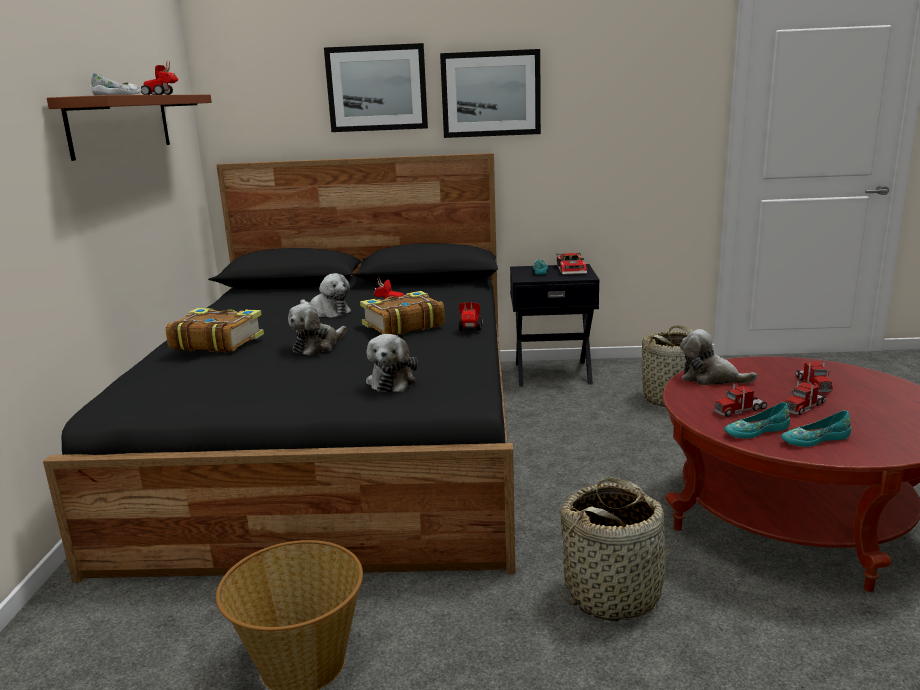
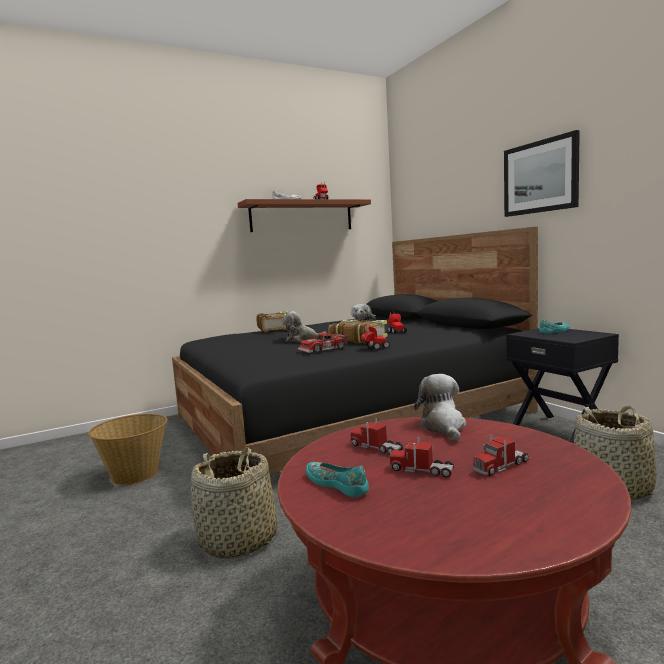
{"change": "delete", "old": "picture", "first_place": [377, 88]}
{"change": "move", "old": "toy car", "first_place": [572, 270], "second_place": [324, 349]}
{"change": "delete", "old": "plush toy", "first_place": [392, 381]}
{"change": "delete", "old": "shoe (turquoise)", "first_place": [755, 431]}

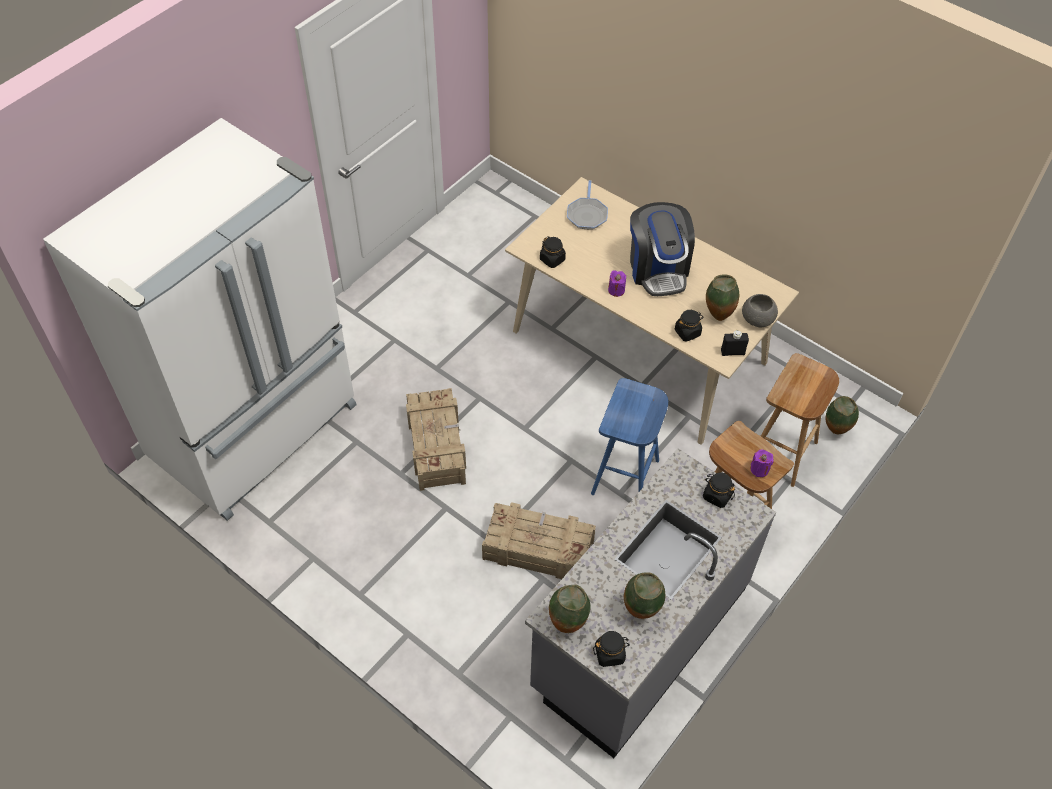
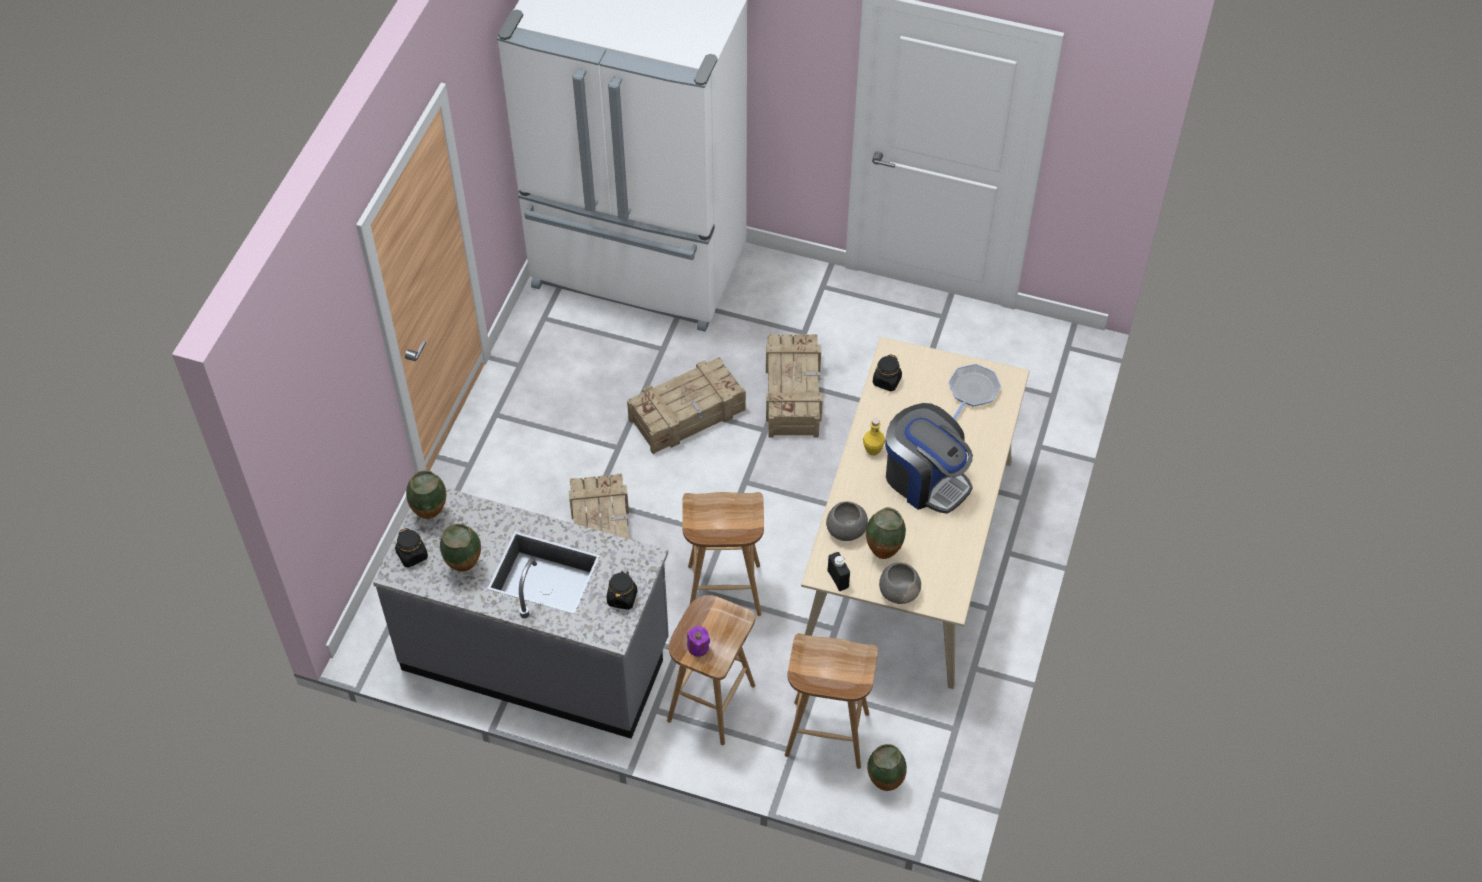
{"change": "rotate", "old": "frying pan", "first_place": [587, 214], "second_place": [972, 392], "degrees": 135}
{"change": "rotate", "old": "coffee machine", "first_place": [658, 269], "second_place": [925, 479], "degrees": -105}
{"change": "replace", "old": "candle (purple)", "new": "bottle (yellow)", "first_place": [616, 290], "second_place": [873, 450]}
{"change": "replace", "old": "jar (black)", "new": "bowl (grey)", "first_place": [687, 332], "second_place": [845, 530]}
{"change": "recolor", "old": "stool (blue)", "new": "stool (brown)", "first_place": [625, 478], "second_place": [723, 591]}
{"change": "insert", "new": "crate", "second_place": [793, 394]}

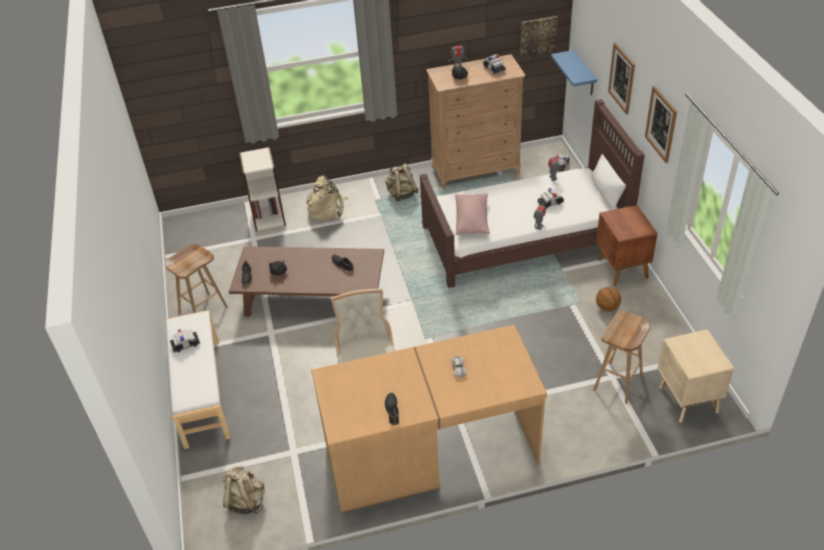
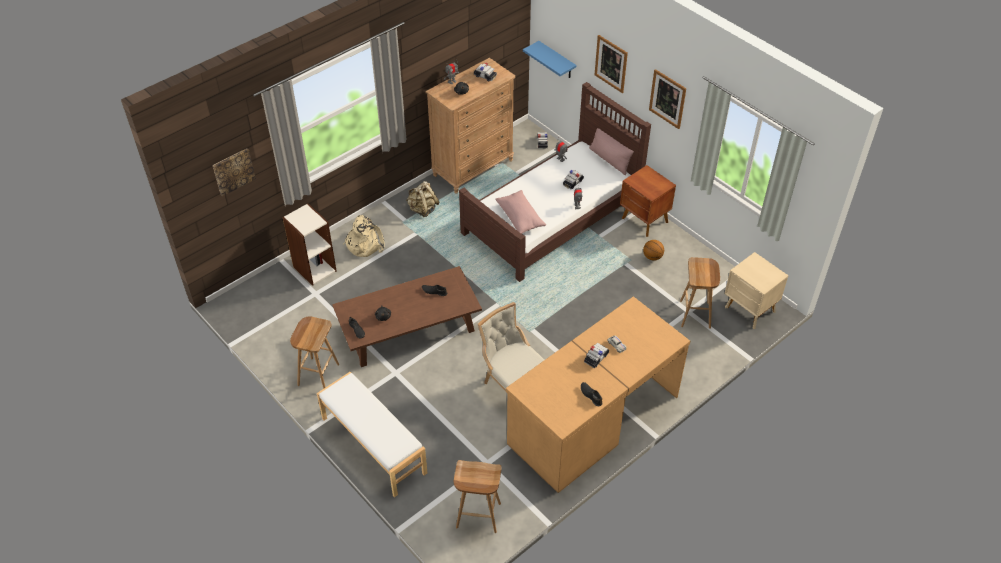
{"change": "move", "old": "picture", "first_place": [538, 35], "second_place": [233, 171]}
{"change": "recolor", "old": "pillow (white)", "new": "pillow (pink)", "first_place": [606, 192], "second_place": [609, 160]}
{"change": "move", "old": "toy car", "first_place": [186, 344], "second_place": [596, 358]}
{"change": "replace", "old": "backpack (beige)", "new": "stool (brown)", "first_place": [246, 501], "second_place": [477, 516]}

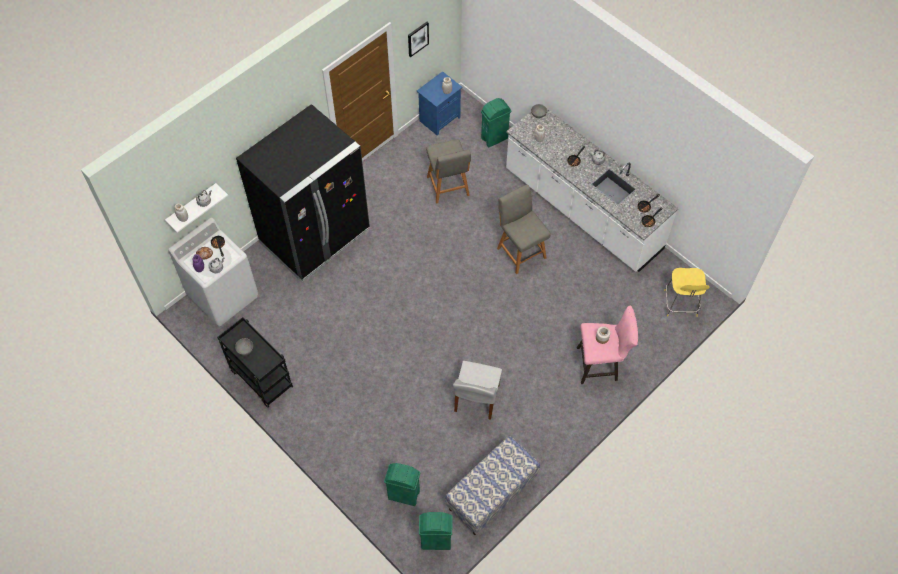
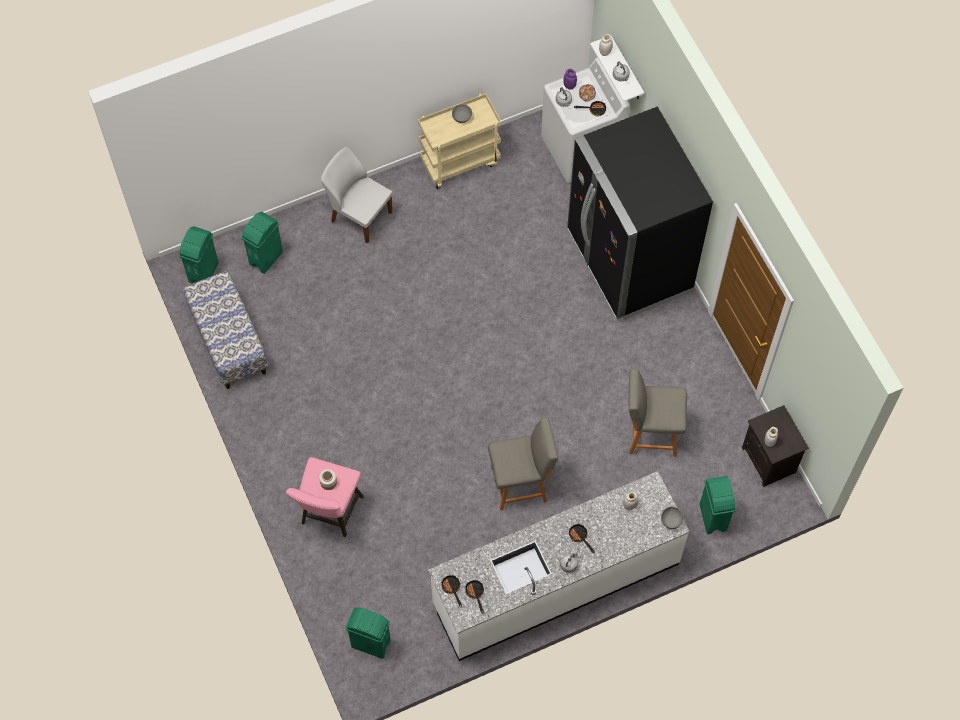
{"change": "delete", "old": "picture", "first_place": [417, 38]}
{"change": "recolor", "old": "nightstand (blue)", "new": "nightstand (black)", "first_place": [439, 118], "second_place": [770, 460]}
{"change": "replace", "old": "stool (yellow)", "new": "trash can (green)", "first_place": [680, 304], "second_place": [370, 643]}
{"change": "recolor", "old": "cart (black)", "new": "cart (beige)", "first_place": [260, 378], "second_place": [460, 161]}
{"change": "move", "old": "chair (white)", "first_place": [476, 399], "second_place": [360, 216]}

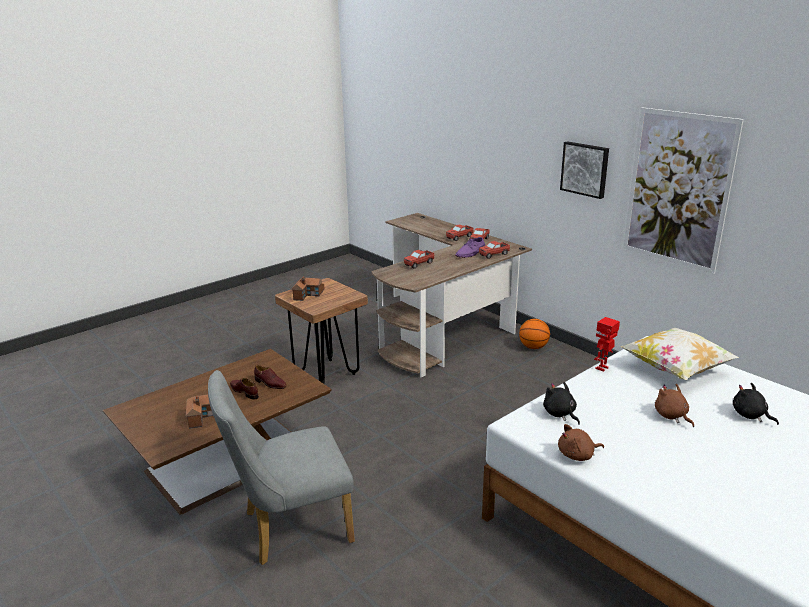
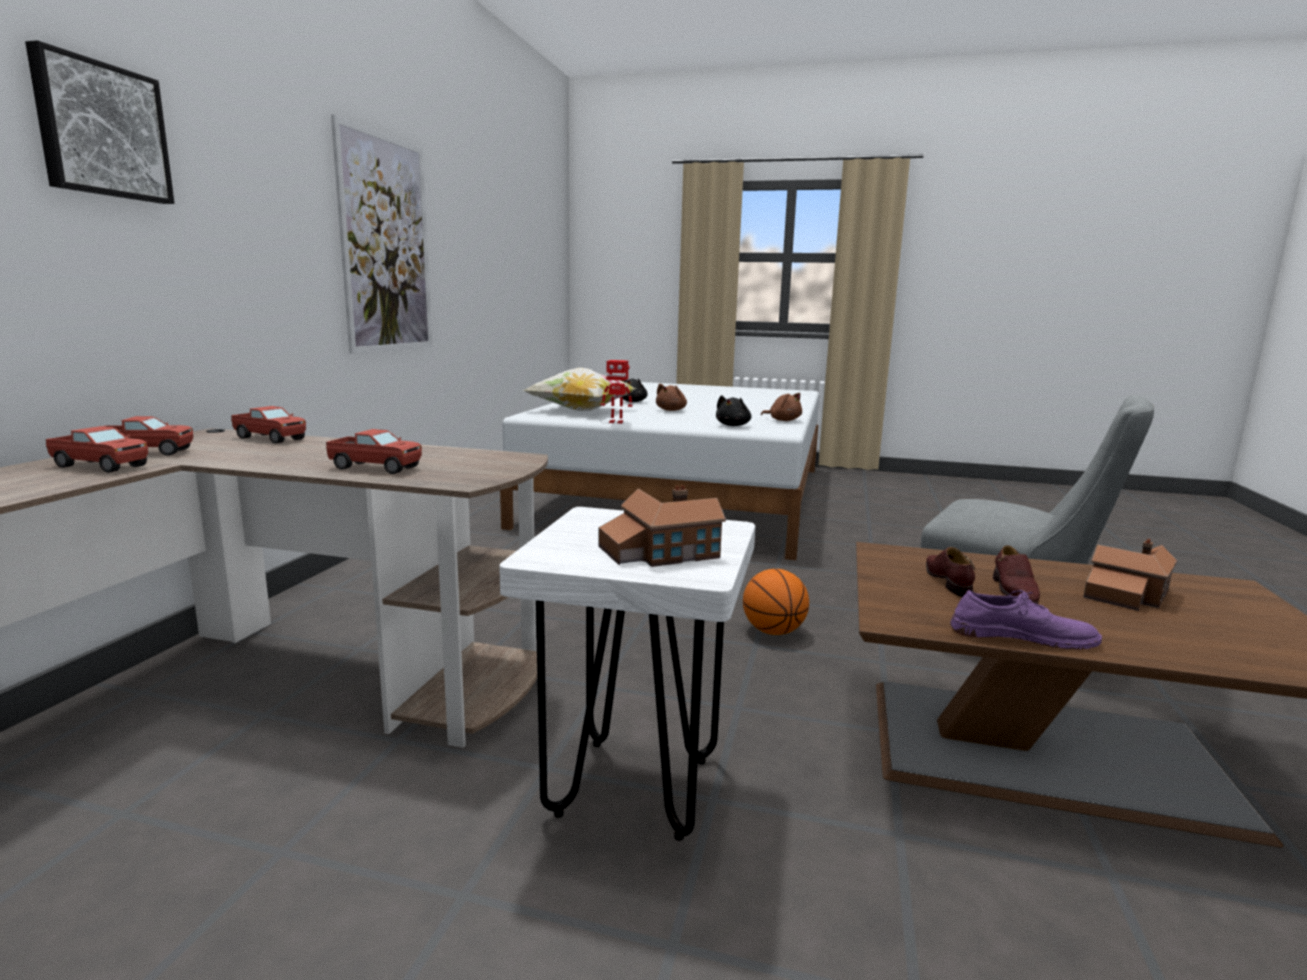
{"change": "move", "old": "picture", "first_place": [585, 169], "second_place": [101, 130]}
{"change": "move", "old": "shoe (purple)", "first_place": [470, 253], "second_place": [1022, 635]}
{"change": "recolor", "old": "stool (brown)", "new": "stool (white)", "first_place": [326, 373], "second_place": [634, 787]}
{"change": "move", "old": "basketball", "first_place": [533, 347], "second_place": [773, 631]}

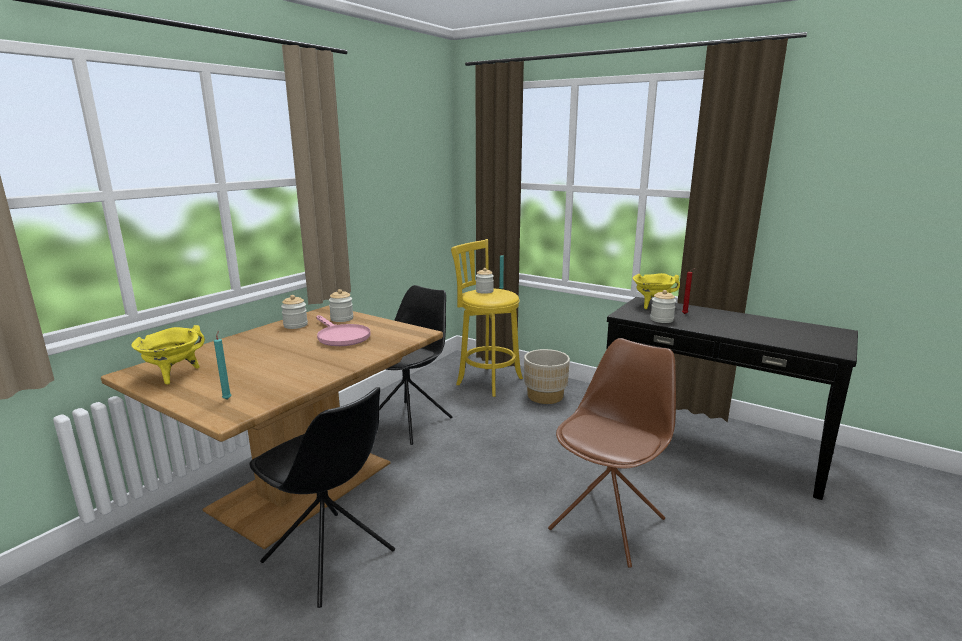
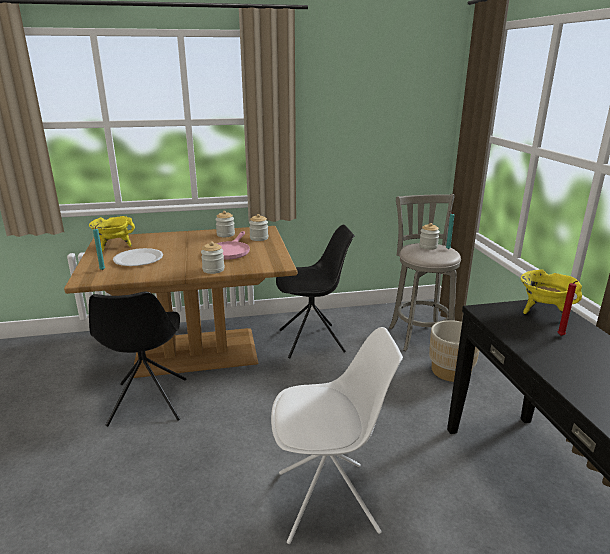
{"change": "recolor", "old": "stool (yellow)", "new": "stool (grey)", "first_place": [486, 380], "second_place": [420, 334]}
{"change": "move", "old": "jar", "first_place": [661, 319], "second_place": [213, 269]}
{"change": "recolor", "old": "chair (brown)", "new": "chair (white)", "first_place": [608, 523], "second_place": [329, 501]}
{"change": "insert", "new": "plate (white)", "second_place": [138, 259]}

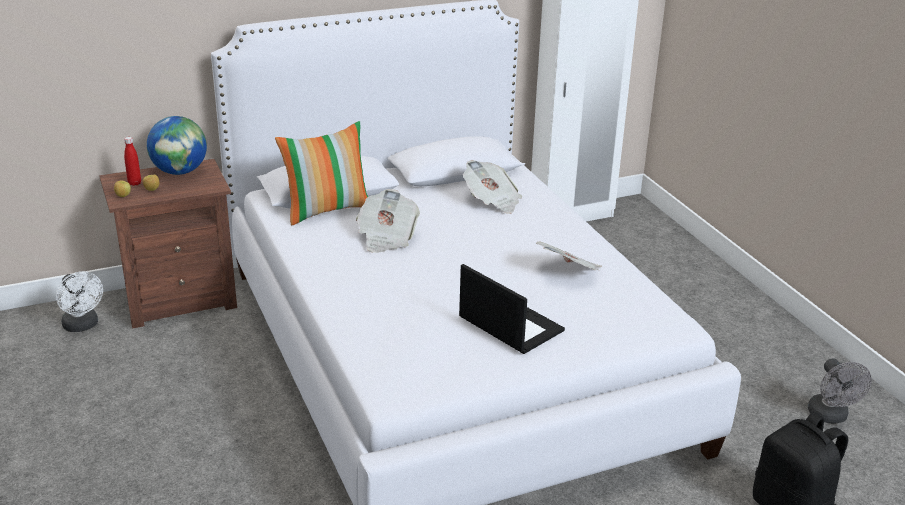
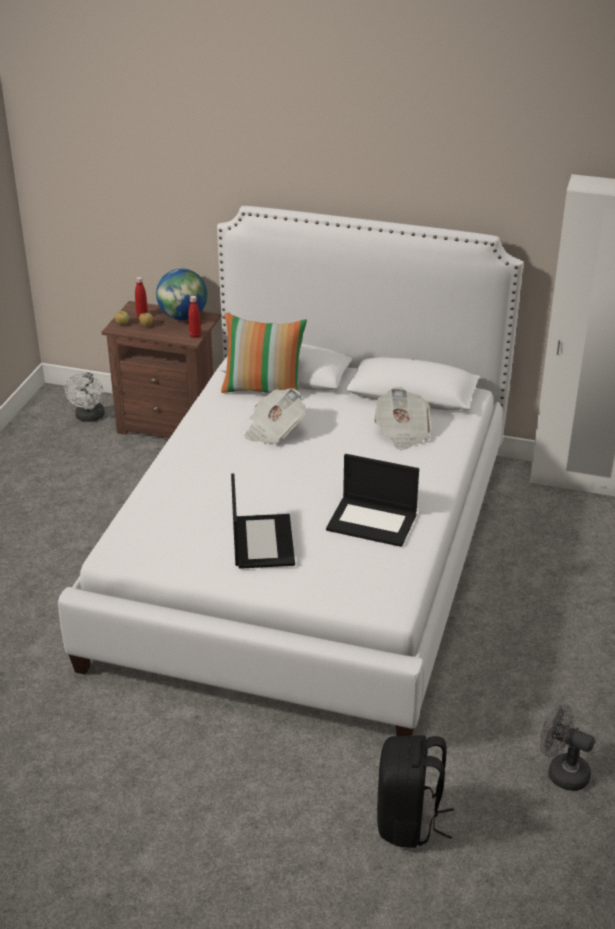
{"change": "replace", "old": "newspaper", "new": "laptop", "first_place": [570, 272], "second_place": [373, 521]}
{"change": "rotate", "old": "fan (grey)", "first_place": [830, 417], "second_place": [561, 772], "degrees": 90}
{"change": "insert", "new": "bottle (red)", "second_place": [195, 335]}

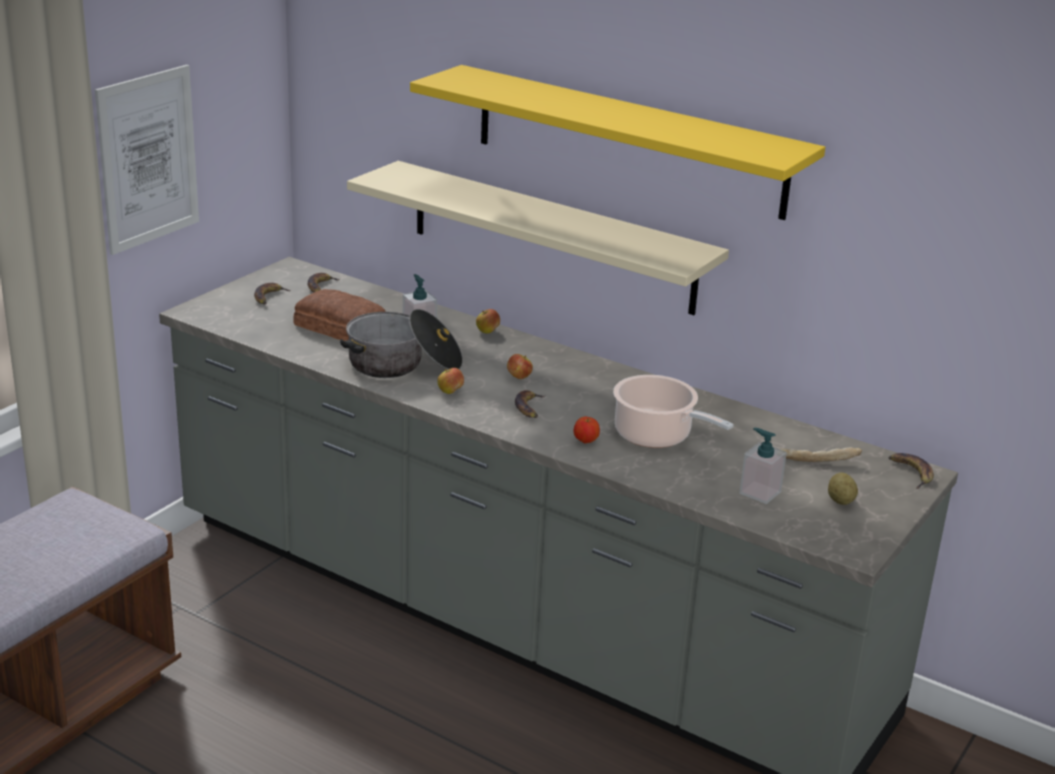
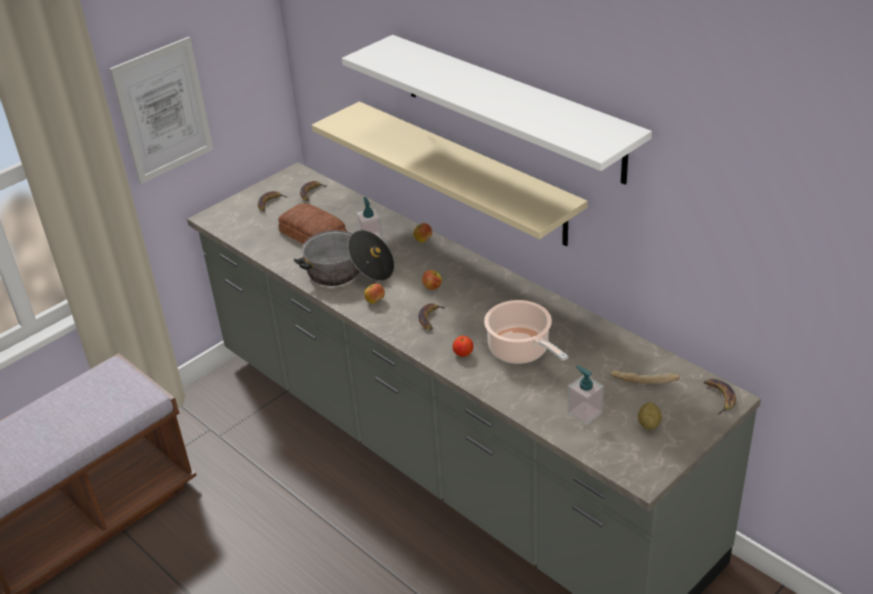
{"change": "recolor", "old": "shelf (yellow)", "new": "shelf (white)", "first_place": [628, 141], "second_place": [510, 107]}

